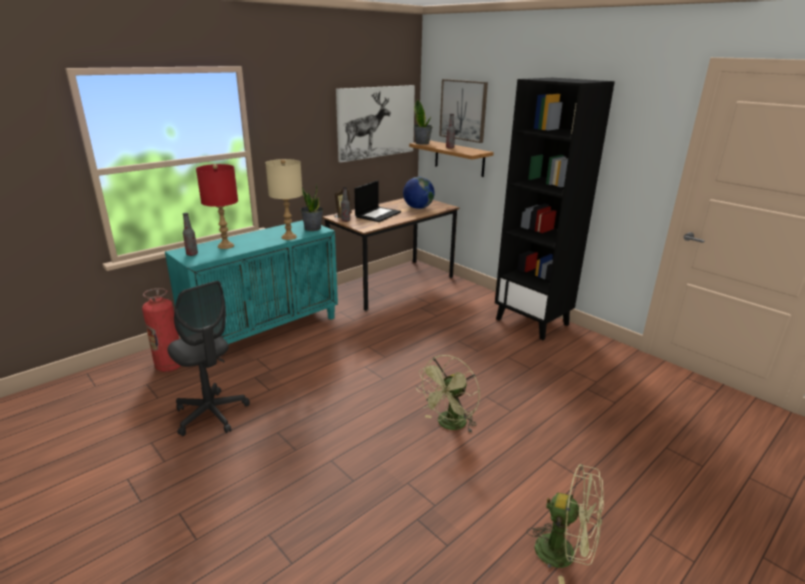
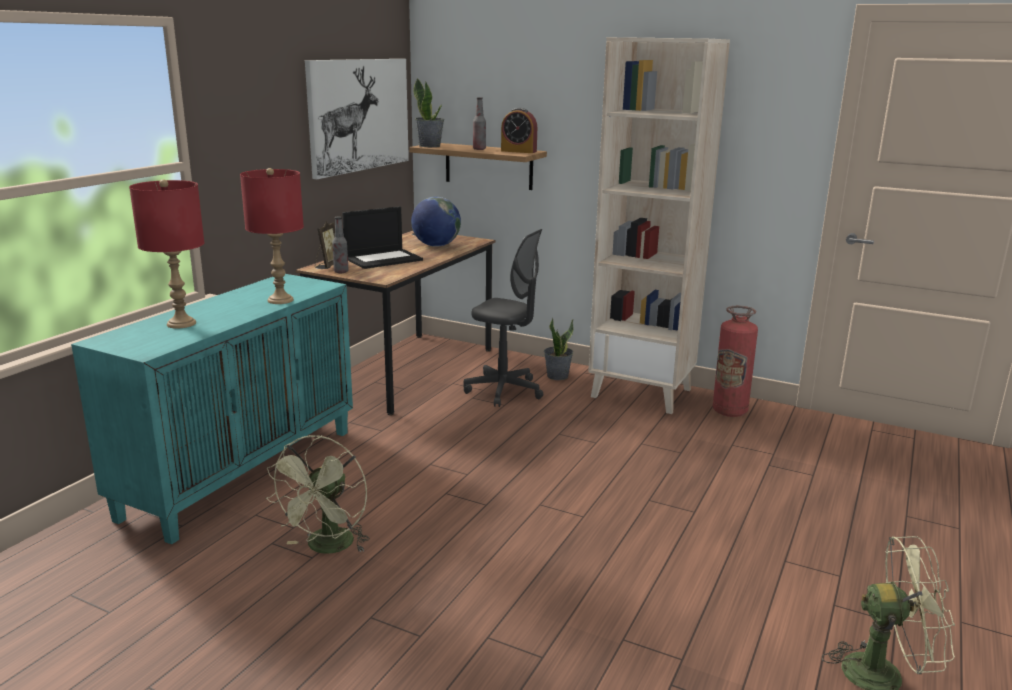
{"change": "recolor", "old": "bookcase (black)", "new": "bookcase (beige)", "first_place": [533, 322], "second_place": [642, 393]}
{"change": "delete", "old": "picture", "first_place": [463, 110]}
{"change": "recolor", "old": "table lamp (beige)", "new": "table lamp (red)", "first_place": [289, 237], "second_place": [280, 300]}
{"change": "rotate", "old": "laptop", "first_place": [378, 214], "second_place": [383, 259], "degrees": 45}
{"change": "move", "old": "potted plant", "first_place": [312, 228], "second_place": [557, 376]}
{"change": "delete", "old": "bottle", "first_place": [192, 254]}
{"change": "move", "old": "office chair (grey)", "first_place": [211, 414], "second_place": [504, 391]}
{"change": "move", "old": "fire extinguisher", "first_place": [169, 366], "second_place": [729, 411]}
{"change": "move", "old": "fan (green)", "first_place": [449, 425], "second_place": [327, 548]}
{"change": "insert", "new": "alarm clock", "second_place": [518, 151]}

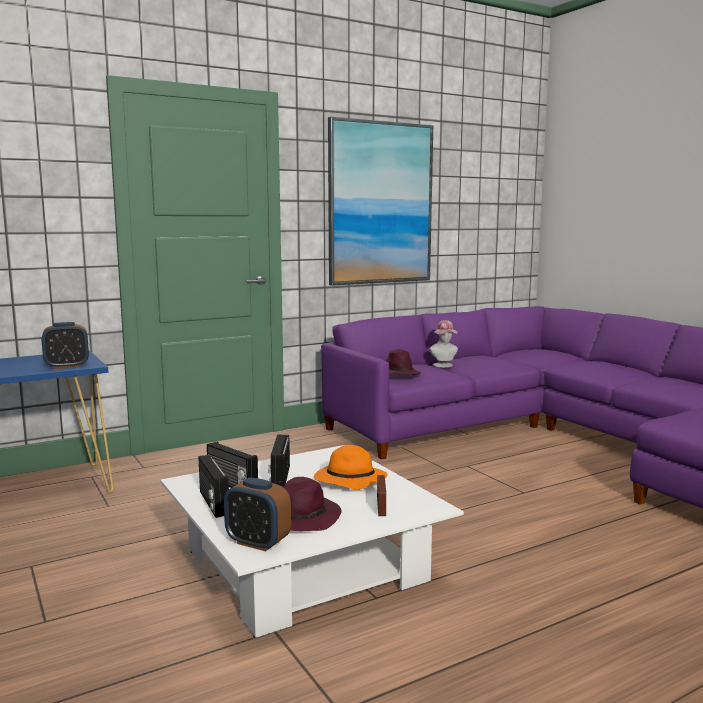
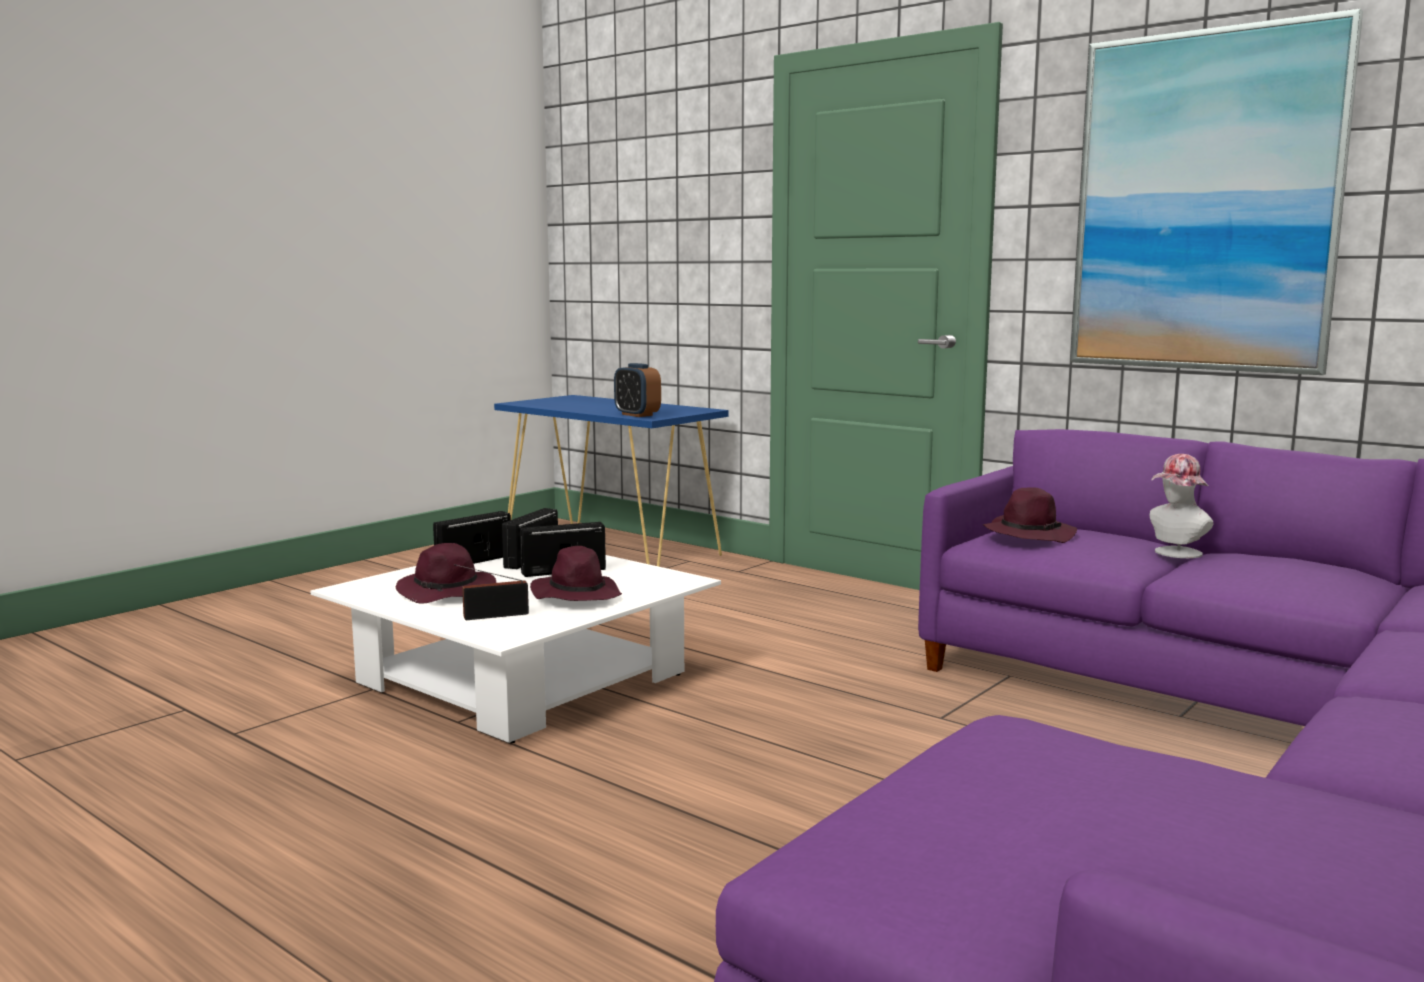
{"change": "recolor", "old": "hat (orange)", "new": "hat (purple)", "first_place": [349, 481], "second_place": [576, 595]}
{"change": "delete", "old": "alarm clock", "first_place": [257, 542]}

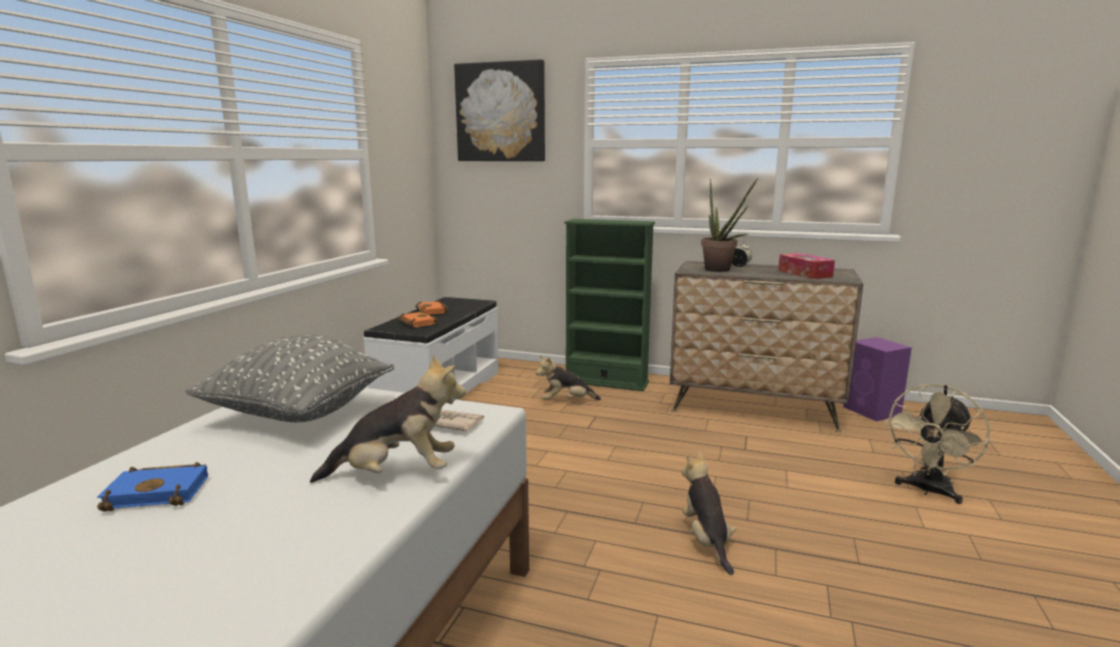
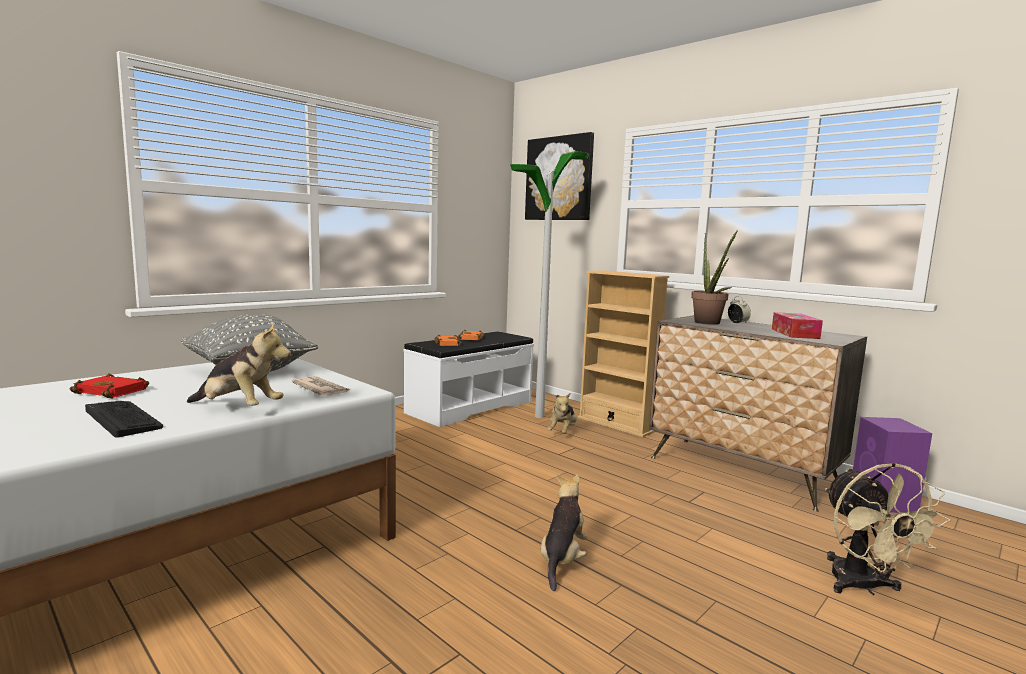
{"change": "recolor", "old": "bookcase (green)", "new": "bookcase (beige)", "first_place": [606, 382], "second_place": [616, 424]}
{"change": "rotate", "old": "plush toy", "first_place": [566, 401], "second_place": [562, 432], "degrees": -90}
{"change": "rotate", "old": "fan (beige)", "first_place": [928, 491], "second_place": [863, 587], "degrees": -75}
{"change": "recolor", "old": "book (blue)", "new": "book (red)", "first_place": [161, 492], "second_place": [114, 391]}
{"change": "insert", "new": "floor lamp", "second_place": [539, 416]}
{"change": "insert", "new": "keyboard", "second_place": [123, 419]}

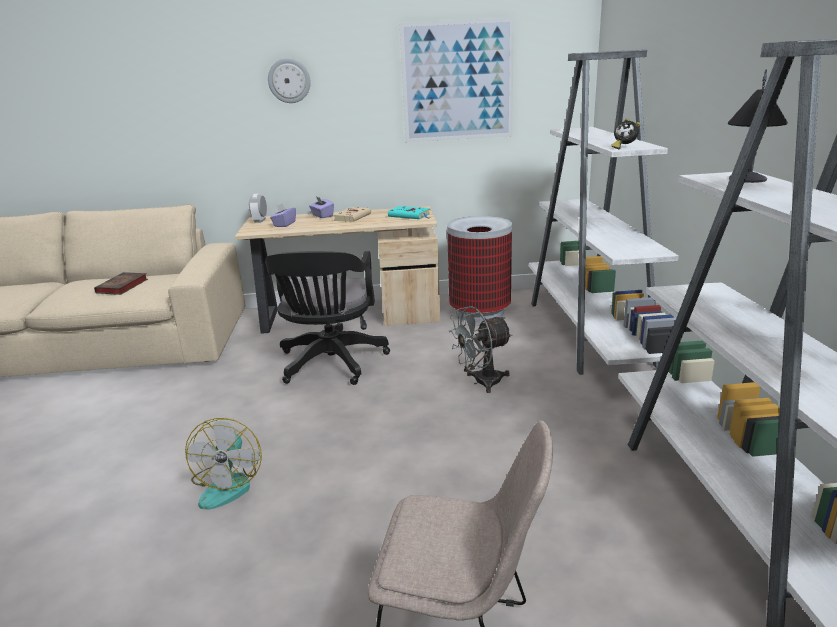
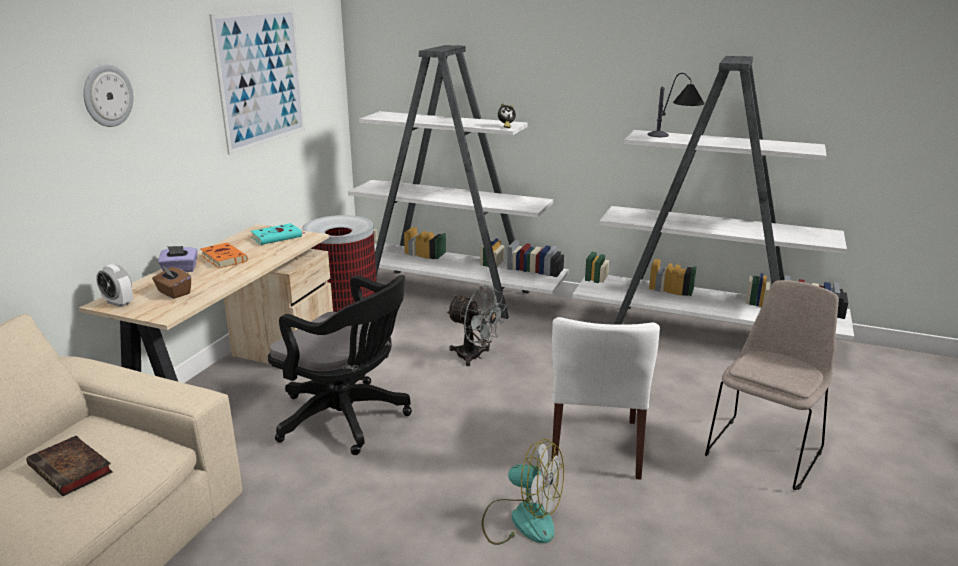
{"change": "recolor", "old": "tissue box (purple)", "new": "tissue box (brown)", "first_place": [284, 224], "second_place": [173, 292]}
{"change": "recolor", "old": "book (beige)", "new": "book (orange)", "first_place": [353, 217], "second_place": [223, 258]}
{"change": "rotate", "old": "fan (grey)", "first_place": [481, 382], "second_place": [475, 357], "degrees": -60}
{"change": "insert", "new": "chair (white)", "second_place": [595, 446]}

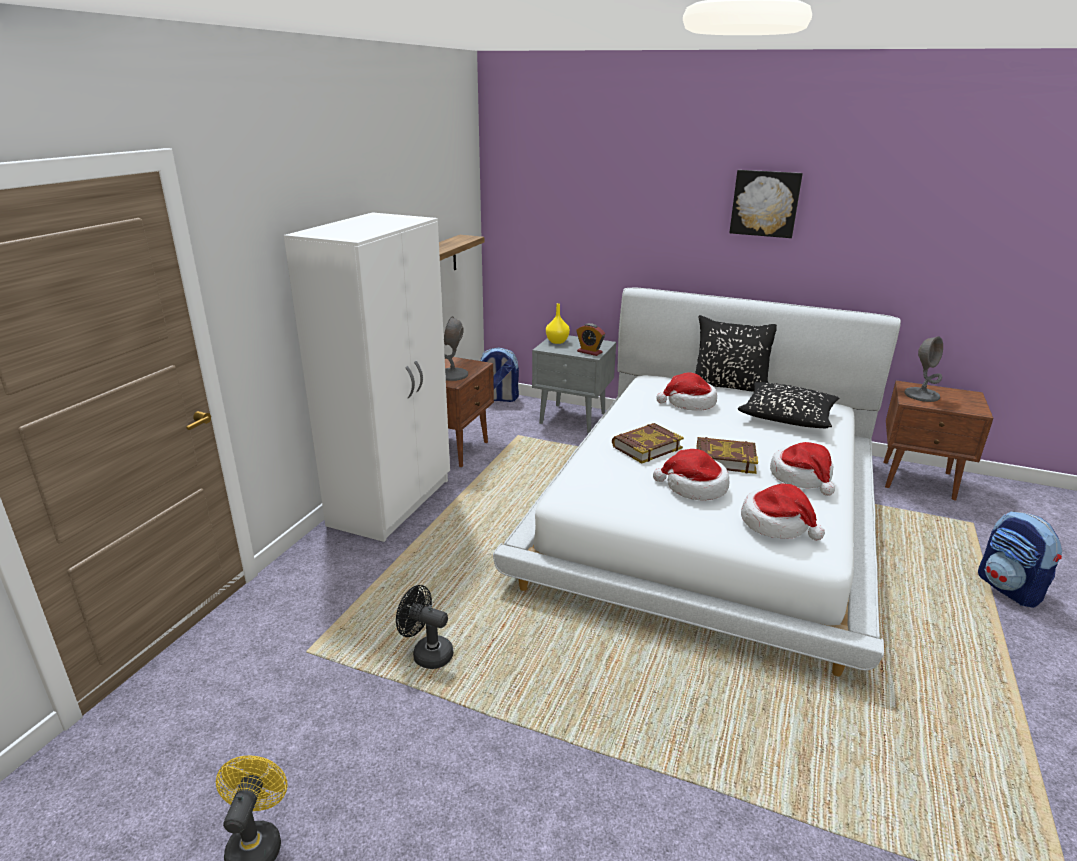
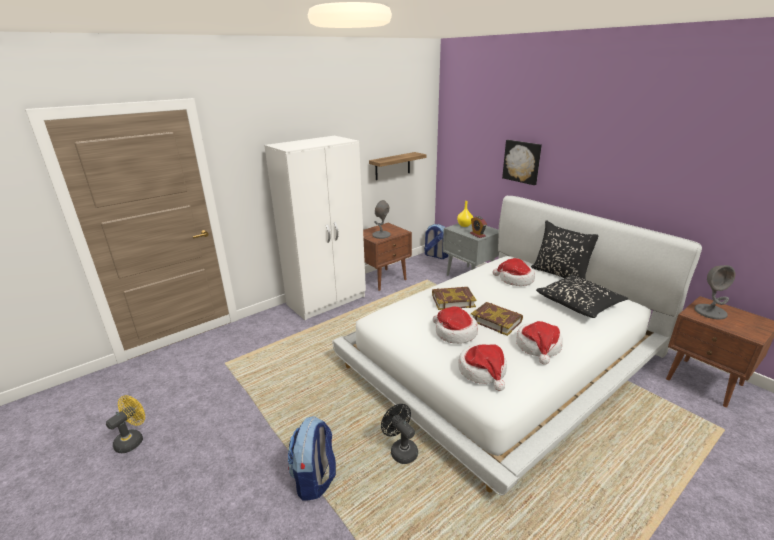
{"change": "move", "old": "picture", "first_place": [765, 203], "second_place": [522, 161]}
{"change": "move", "old": "backpack", "first_place": [1009, 589], "second_place": [315, 479]}
{"change": "move", "old": "fan (black)", "first_place": [427, 653], "second_place": [401, 450]}

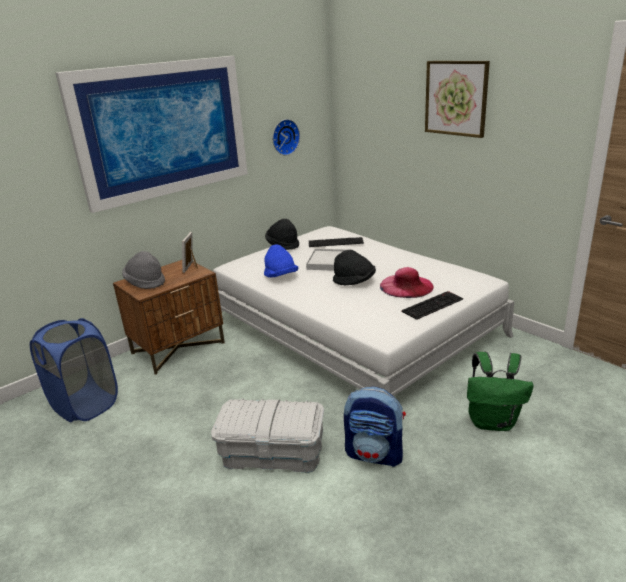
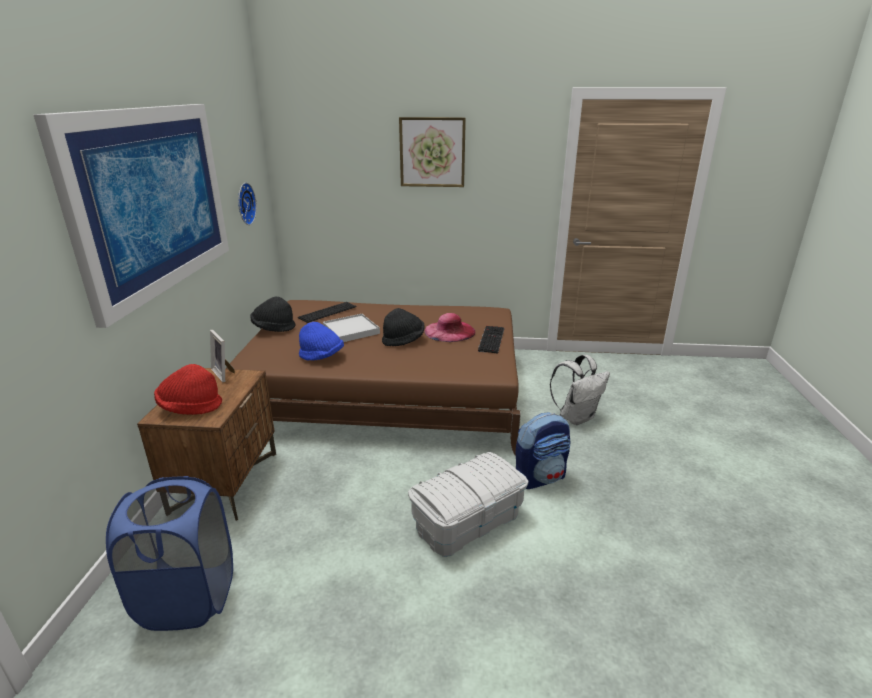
{"change": "recolor", "old": "bed (white)", "new": "bed (brown)", "first_place": [352, 327], "second_place": [386, 391]}
{"change": "recolor", "old": "hat (grey)", "new": "hat (red)", "first_place": [145, 282], "second_place": [190, 407]}
{"change": "recolor", "old": "backpack (green)", "new": "backpack (white)", "first_place": [493, 422], "second_place": [576, 417]}

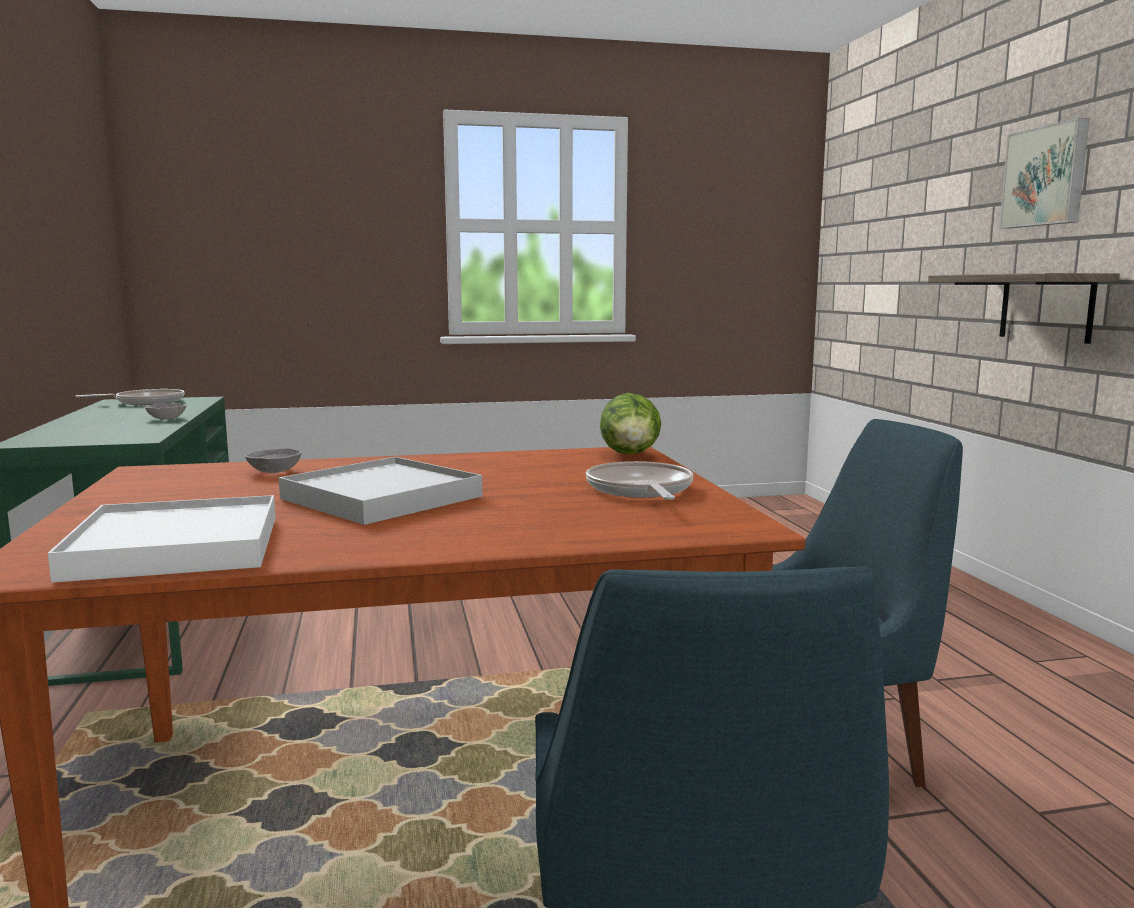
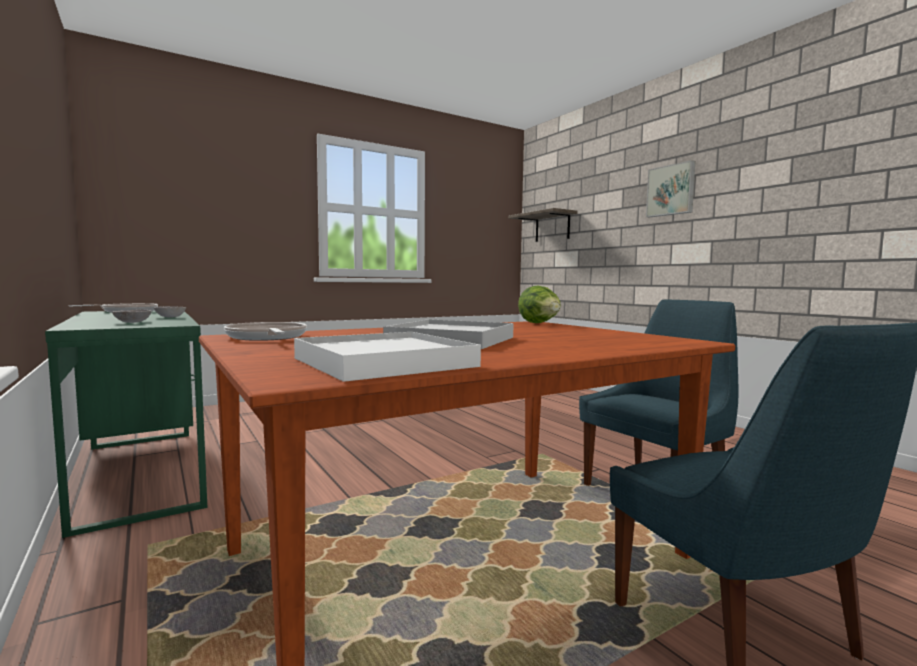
{"change": "move", "old": "shelf", "first_place": [1046, 307], "second_place": [552, 227]}
{"change": "move", "old": "bowl (grey)", "first_place": [274, 472], "second_place": [132, 322]}
{"change": "move", "old": "frying pan", "first_place": [640, 490], "second_place": [267, 338]}

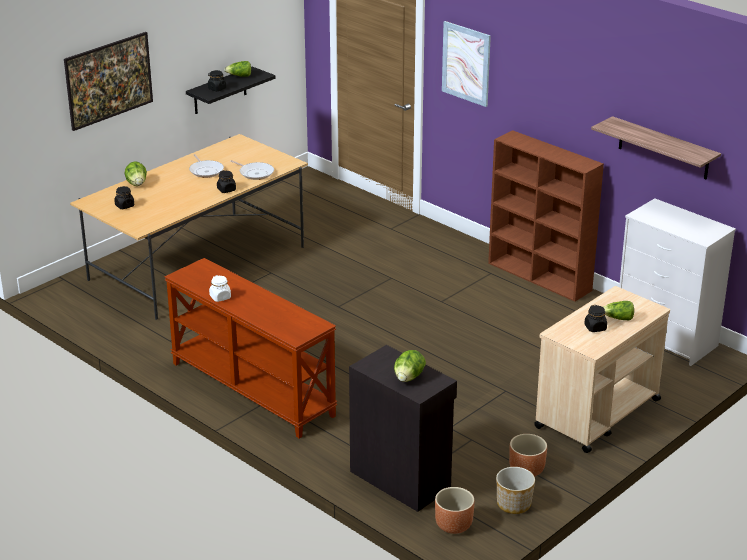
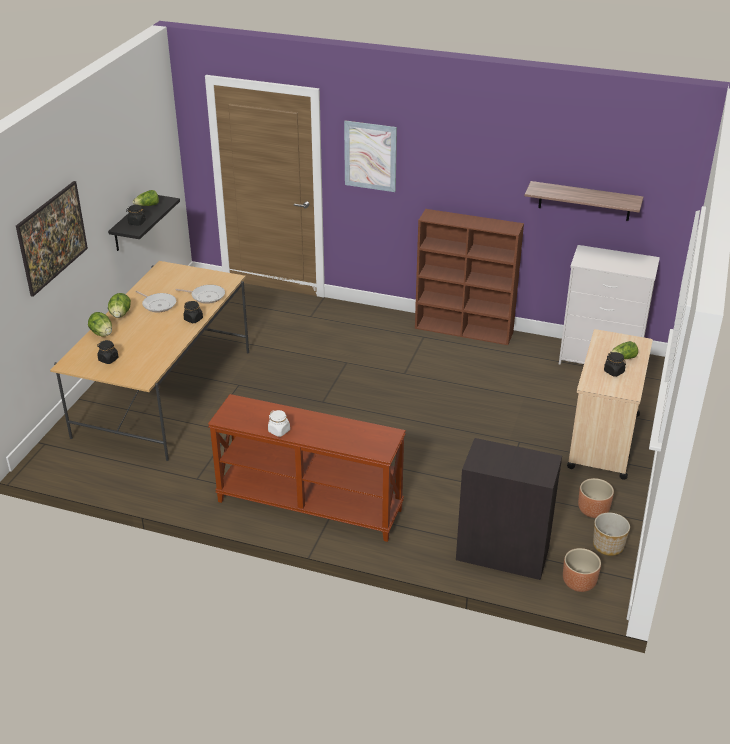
{"change": "move", "old": "lettuce", "first_place": [408, 378], "second_place": [120, 315]}

